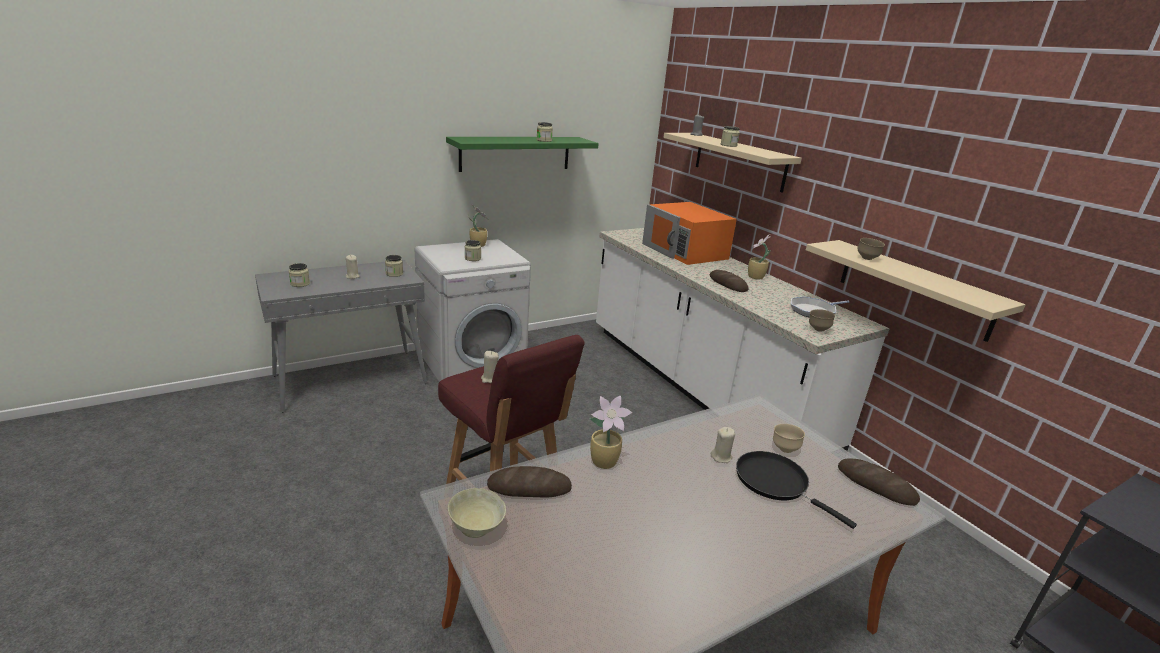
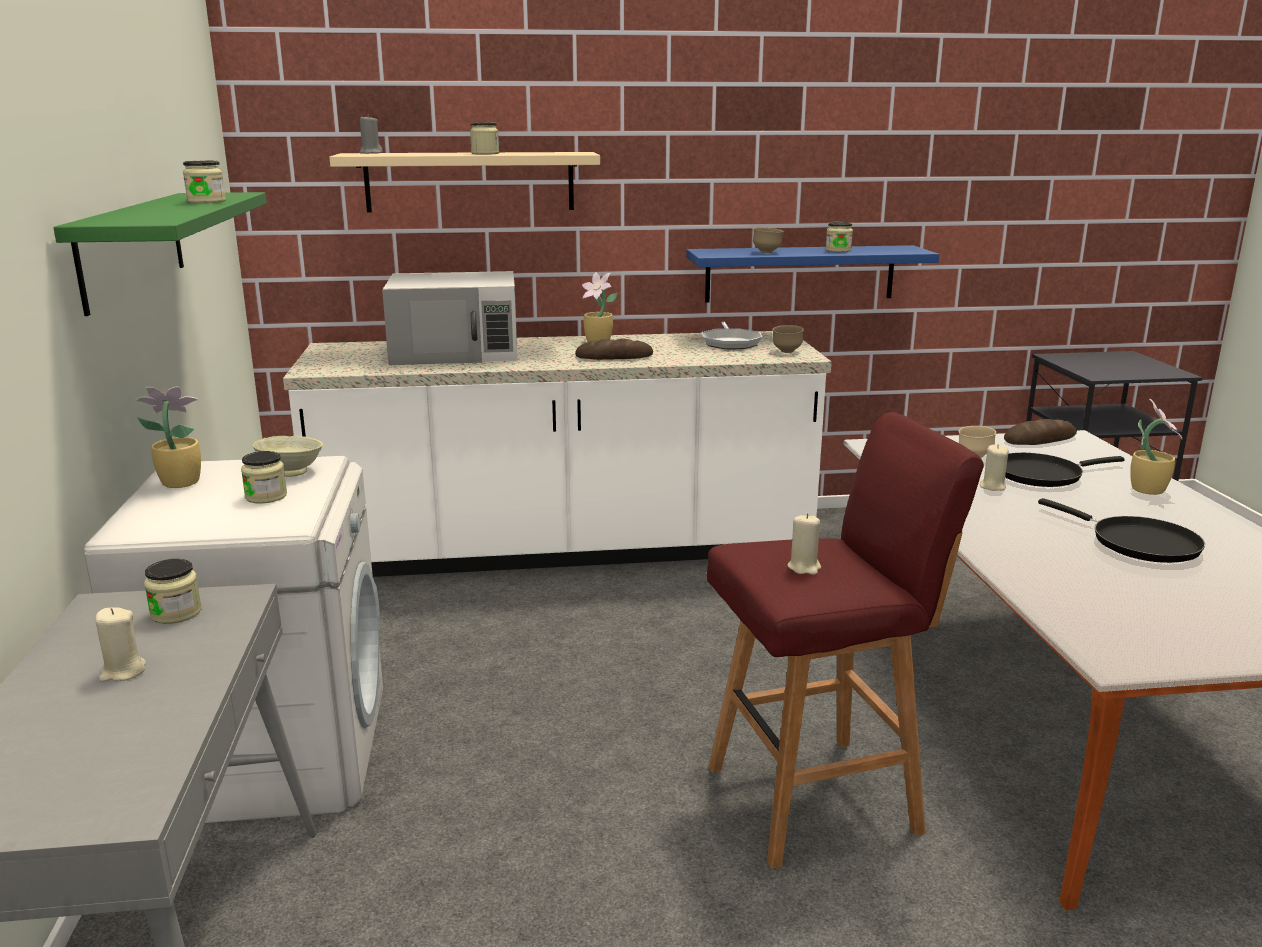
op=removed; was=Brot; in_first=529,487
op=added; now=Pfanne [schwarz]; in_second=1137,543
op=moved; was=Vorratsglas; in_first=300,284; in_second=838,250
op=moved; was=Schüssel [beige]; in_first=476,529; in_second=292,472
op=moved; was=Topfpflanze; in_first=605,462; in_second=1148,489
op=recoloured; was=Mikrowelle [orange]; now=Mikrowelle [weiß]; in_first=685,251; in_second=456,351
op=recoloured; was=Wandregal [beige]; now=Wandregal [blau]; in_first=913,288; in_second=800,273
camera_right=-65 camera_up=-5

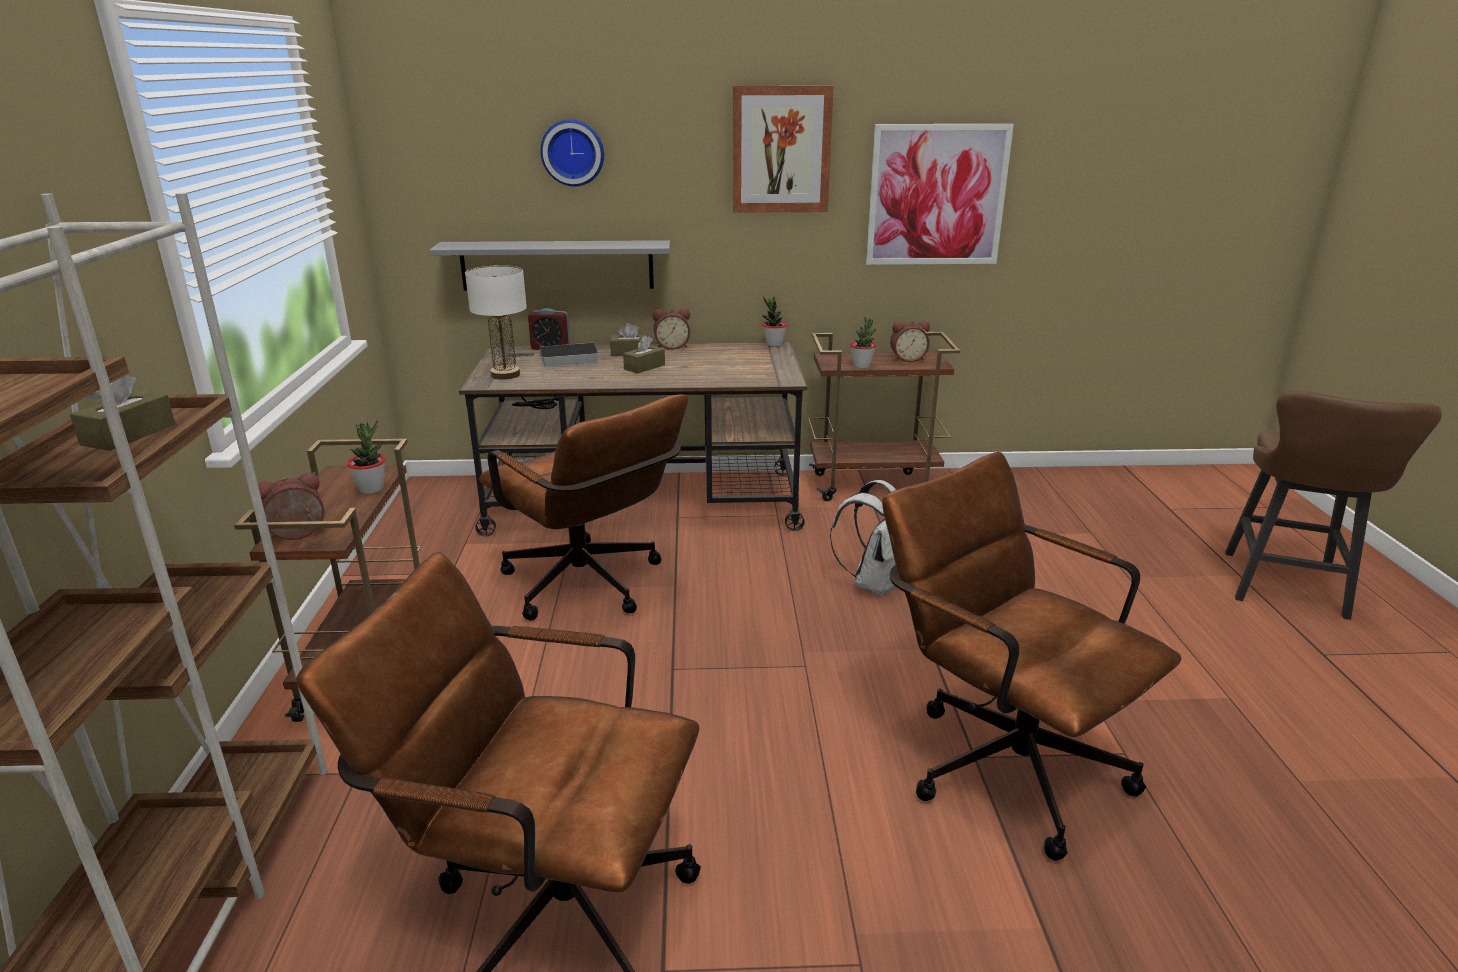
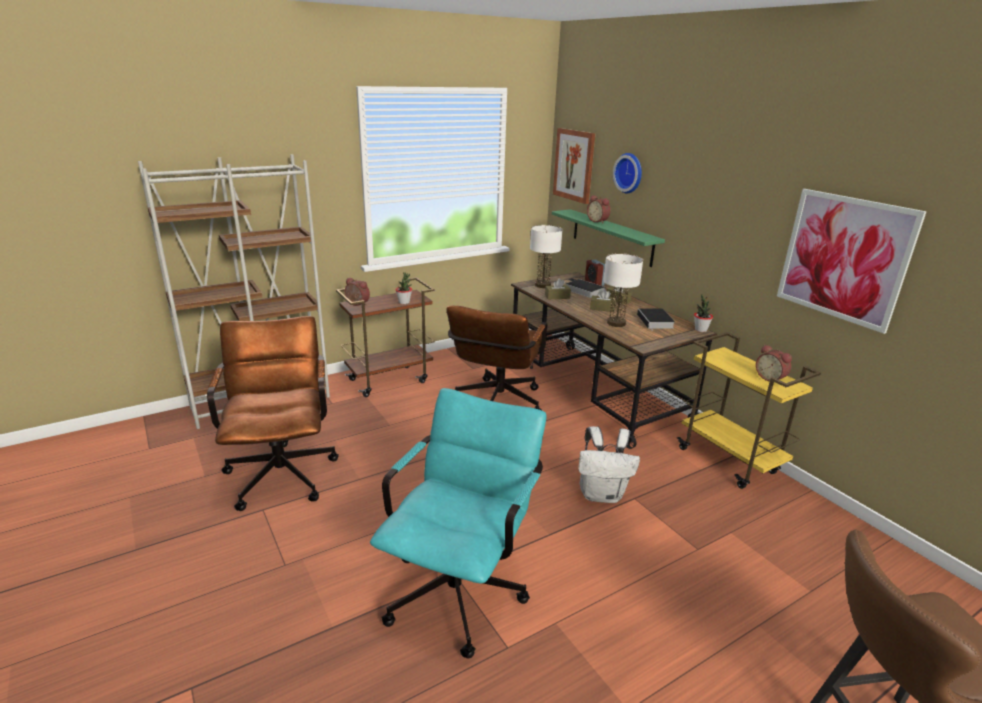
op=removed; was=Topfpflanze; in_first=861,366
op=added; now=Tischlampe; in_second=616,323
op=added; now=Buch; in_second=655,321
op=moved; was=Taschentuchbox [braun]; in_first=129,434; in_second=557,297
op=moved; was=Wecker; in_first=672,346; in_second=598,221
op=moved; was=Bild; in_first=781,150; in_second=574,165
op=recoloured; was=Wandregal [grau]; now=Wandregal [grün]; in_first=557,265; in_second=612,237
op=recoloured; was=Rollwagen [braun]; now=Rollwagen [gelb]; in_first=873,486; in_second=729,463
op=recoloured; was=Bürostuhl [braun]; now=Bürostuhl [türkis]; in_first=1000,758; in_second=461,586
camera_right=60 camera_up=0

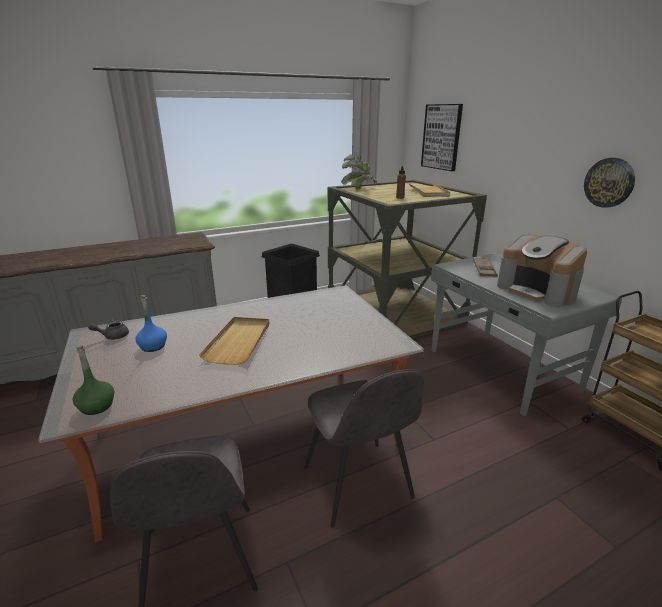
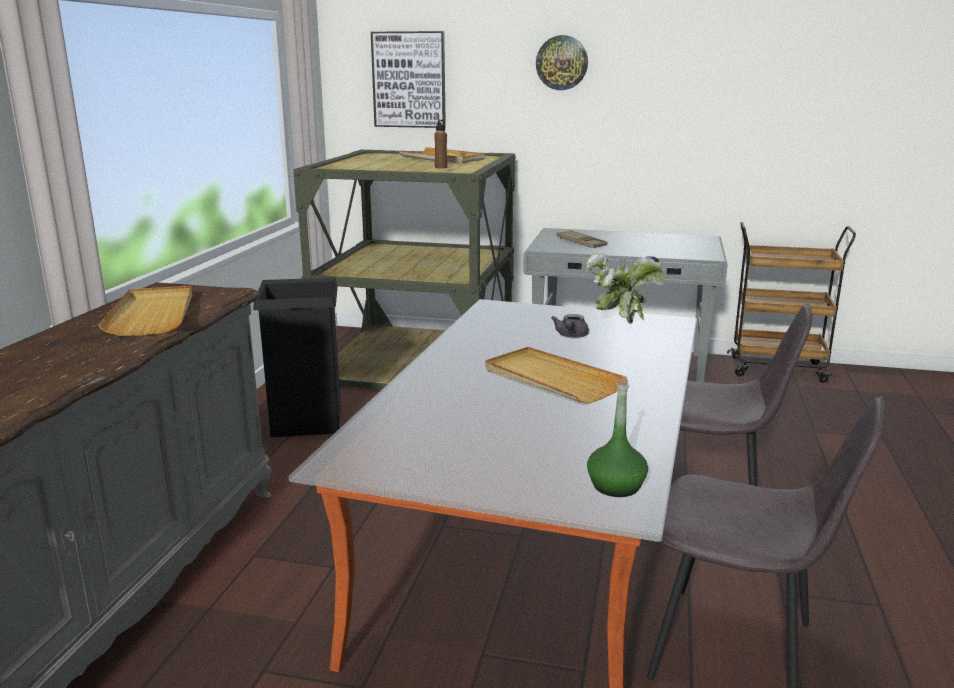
op=removed; was=Flasche [blau]; in_first=153,346
op=removed; was=Kaffeemaschine; in_first=537,291
op=added; now=Tablett [beige]; in_second=153,314
op=moved; was=Teekanne [grau]; in_first=113,336; in_second=571,336
op=moved; was=Topfpflanze; in_first=358,188; in_second=620,320
op=moved; was=Wanduhr; in_first=609,182; in_second=562,63
camera_right=-50 camera_up=-5

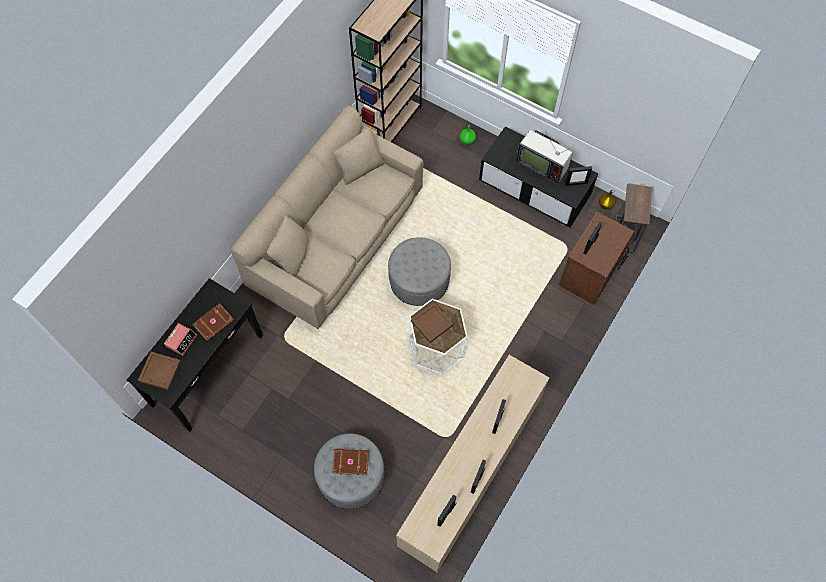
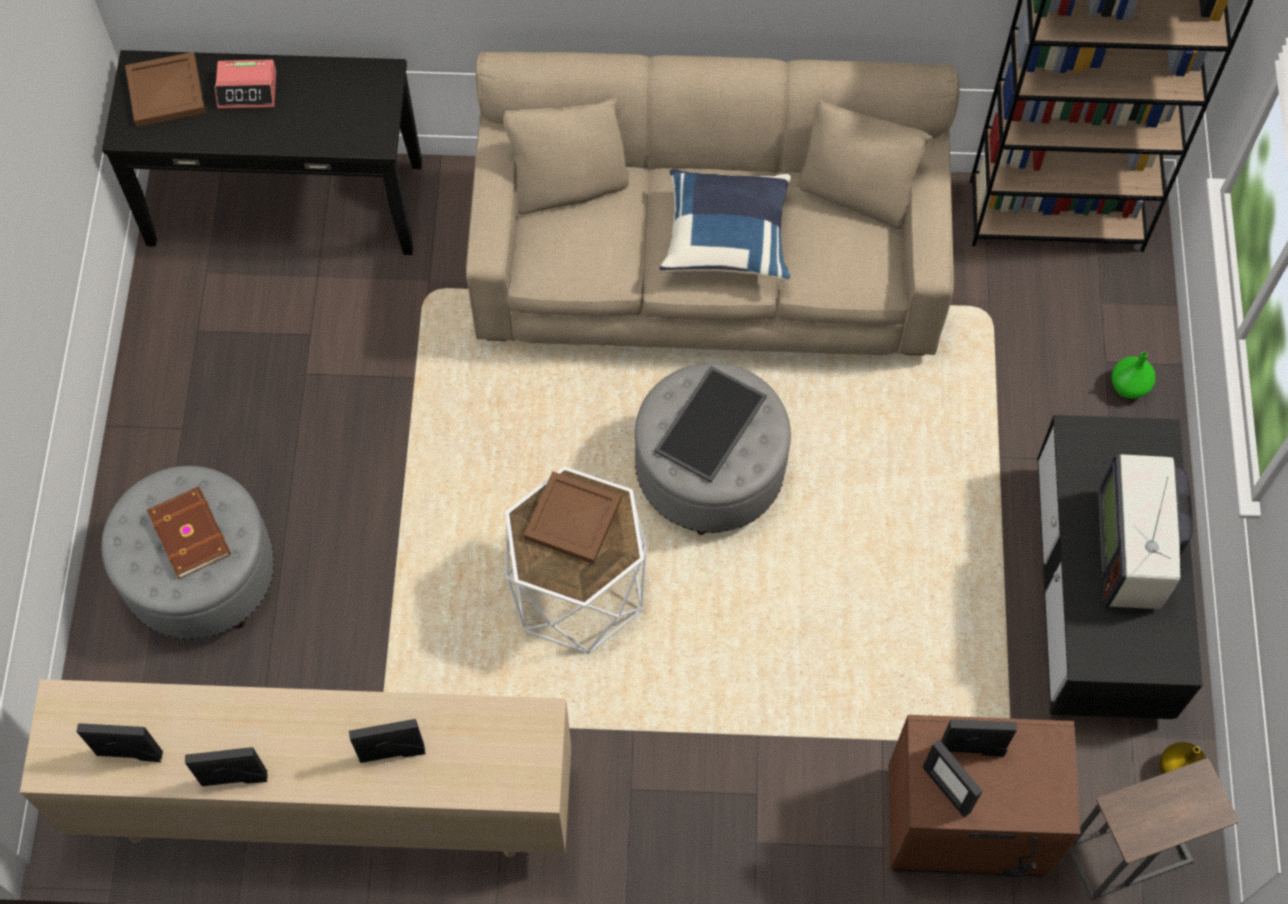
op=removed; was=Buch [braun]; in_first=214,323
op=added; now=Tablett; in_second=710,422
op=added; now=Kissen [blau]; in_second=727,237
op=moved; was=Bilderrahmen; in_first=576,183; in_second=947,789
camera_right=60 camera_up=0

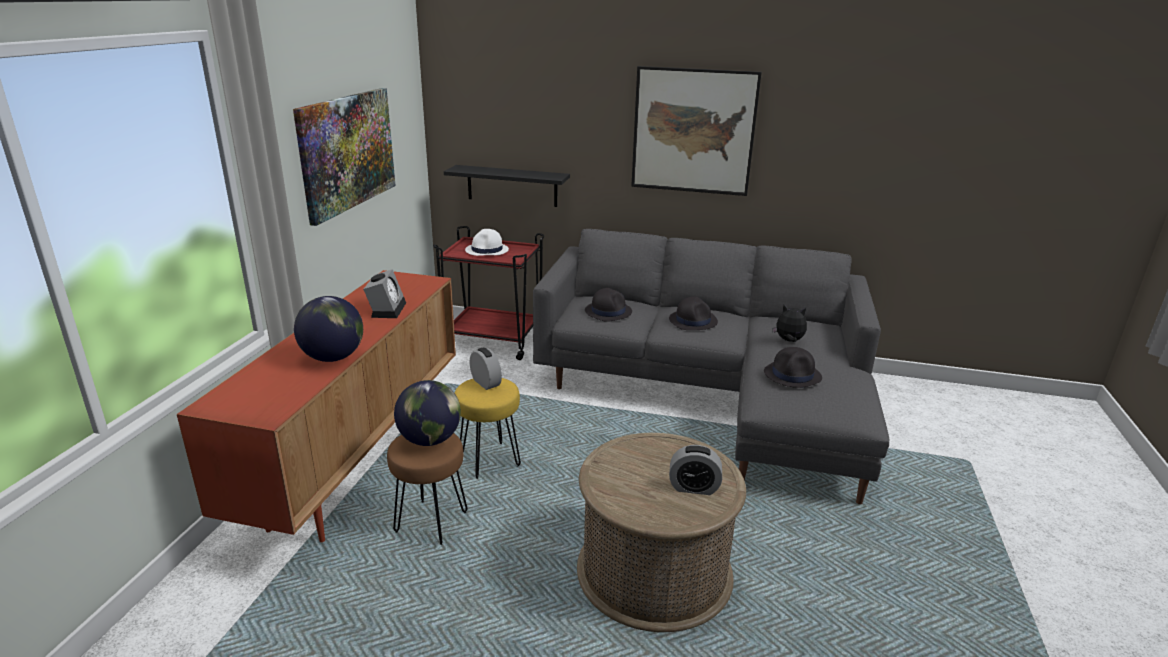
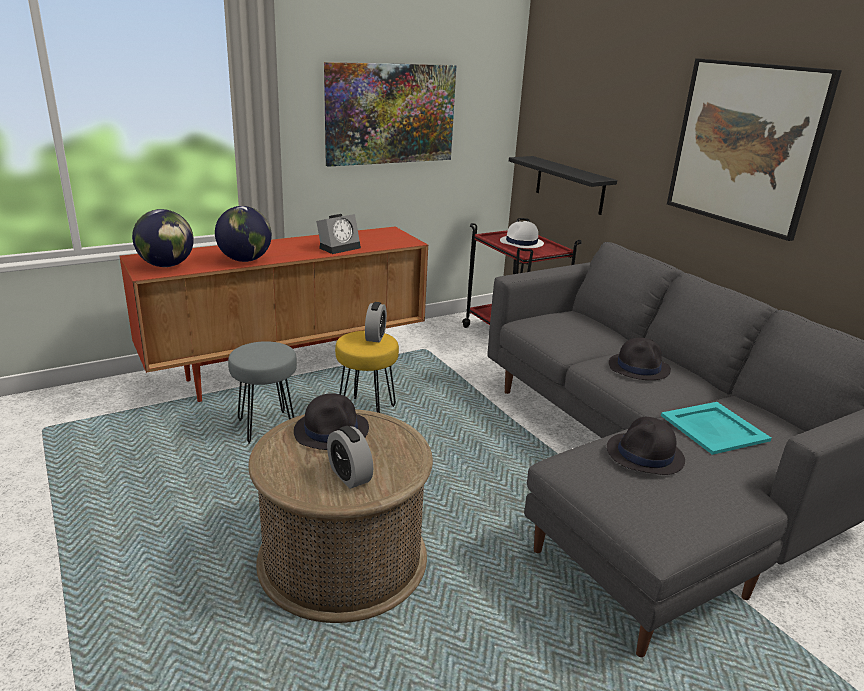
op=moved; was=Globus; in_first=430,440; in_second=166,265
op=moved; was=Hut [schwarz]; in_first=608,311; in_second=332,430
op=replaced; was=Plüschtier; now=Tablett [türkis]; in_first=788,341; in_second=713,427
op=recoloured; was=Hocker [braun]; now=Hocker [grau]; in_first=431,523; in_second=266,428
camera_right=45 camera_up=0

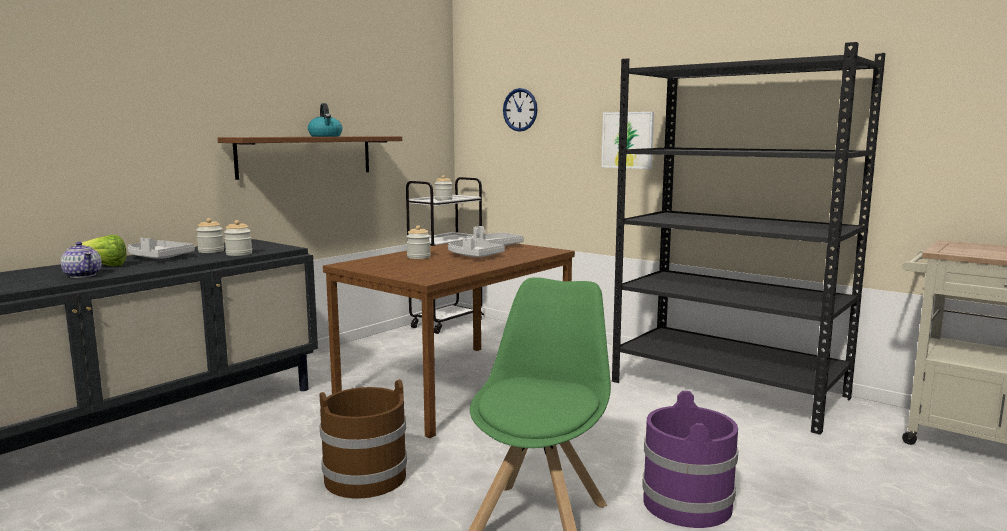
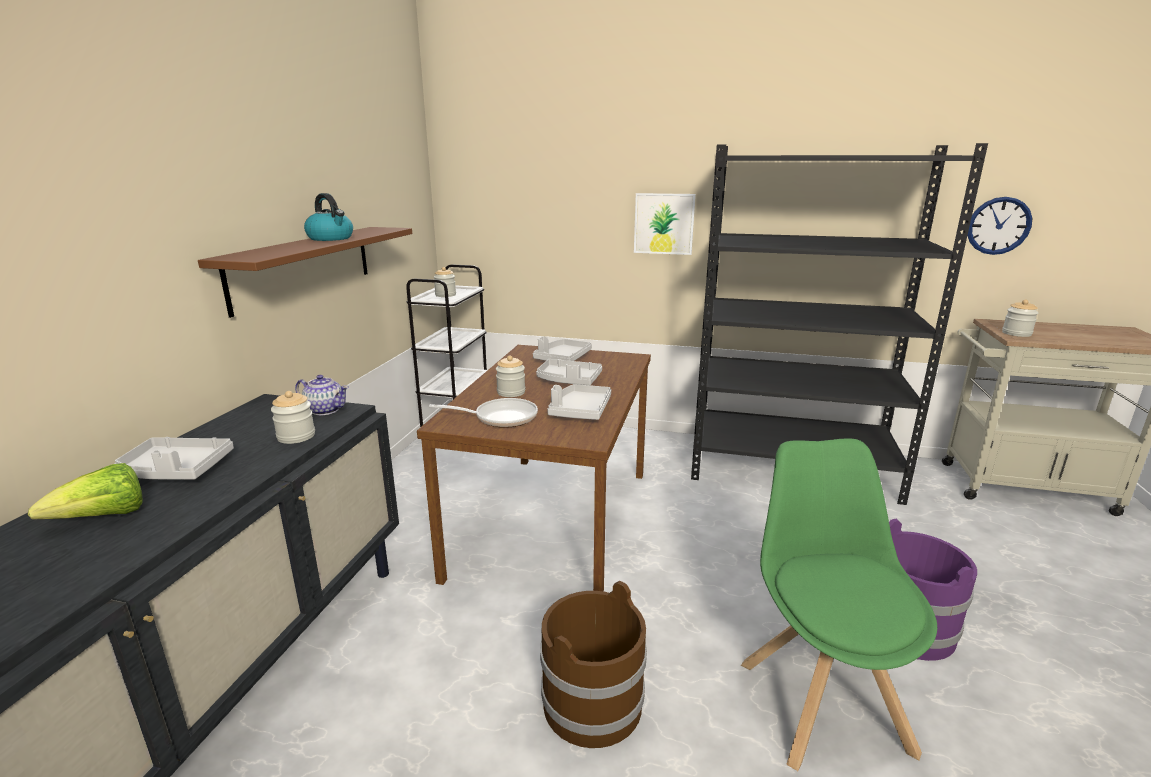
op=added; now=Pfanne; in_second=500,417
op=added; now=Tablett [grau]; in_second=580,411
op=moved; was=Teekanne; in_first=83,275; in_second=325,410
op=moved; was=Vorratsglas; in_first=211,251; in_second=1016,333
op=moved; was=Wanduhr; in_first=520,110; in_second=998,226
camera_right=-25 camera_up=10

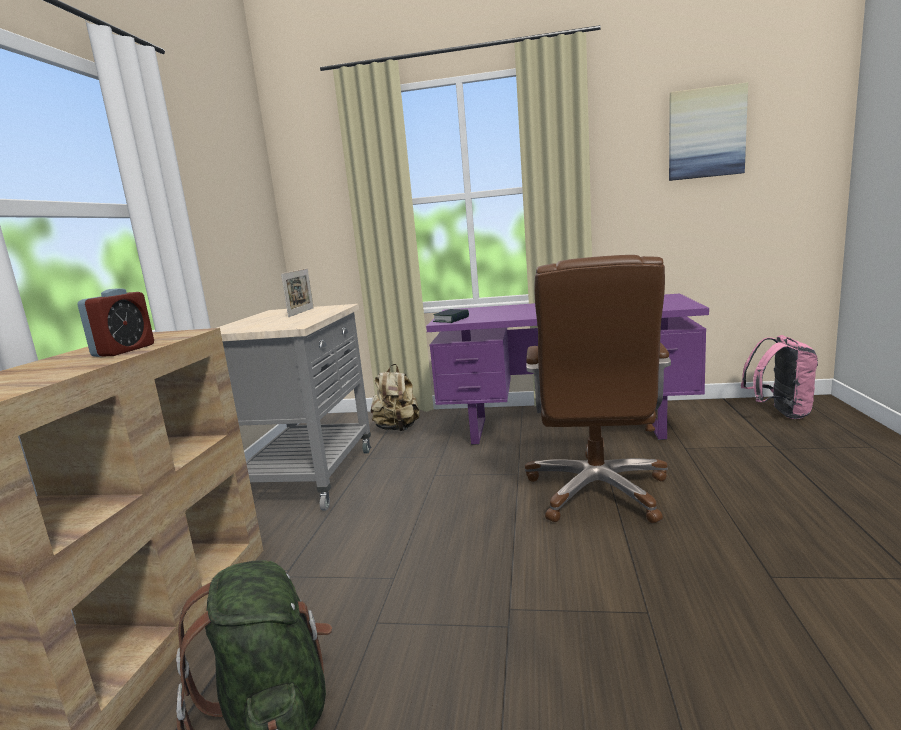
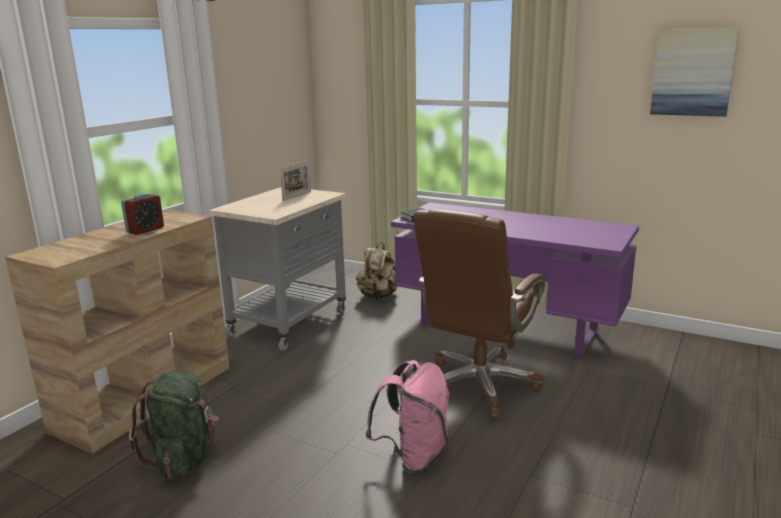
op=moved; was=Rucksack [rosa]; in_first=780,413; in_second=413,456
camera_right=20 camera_up=5

